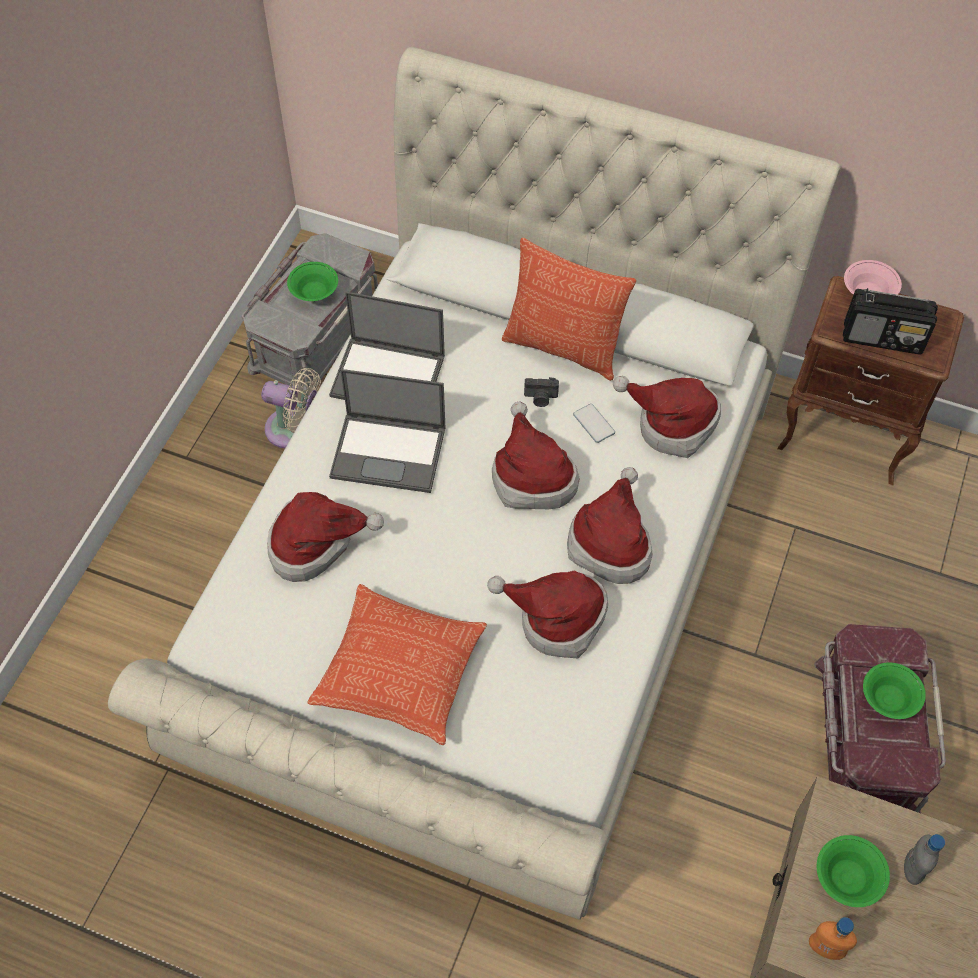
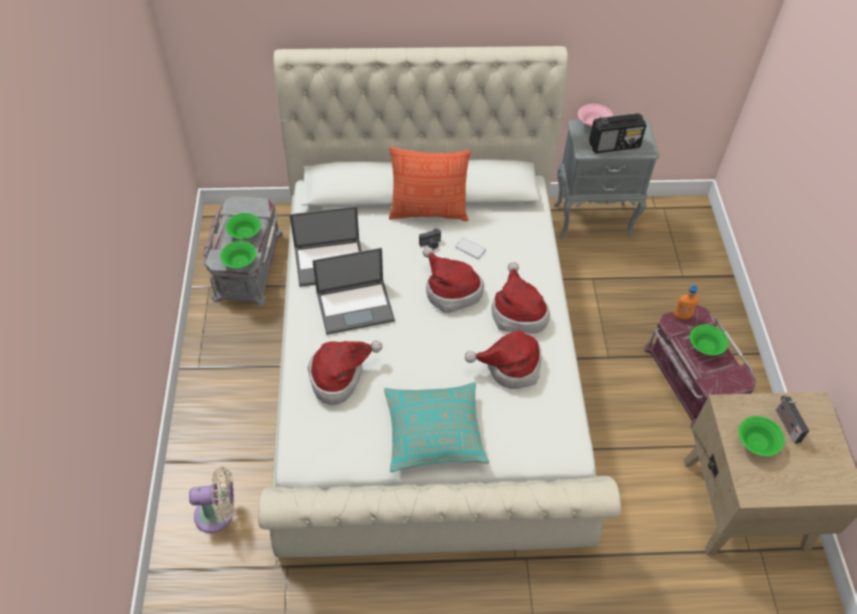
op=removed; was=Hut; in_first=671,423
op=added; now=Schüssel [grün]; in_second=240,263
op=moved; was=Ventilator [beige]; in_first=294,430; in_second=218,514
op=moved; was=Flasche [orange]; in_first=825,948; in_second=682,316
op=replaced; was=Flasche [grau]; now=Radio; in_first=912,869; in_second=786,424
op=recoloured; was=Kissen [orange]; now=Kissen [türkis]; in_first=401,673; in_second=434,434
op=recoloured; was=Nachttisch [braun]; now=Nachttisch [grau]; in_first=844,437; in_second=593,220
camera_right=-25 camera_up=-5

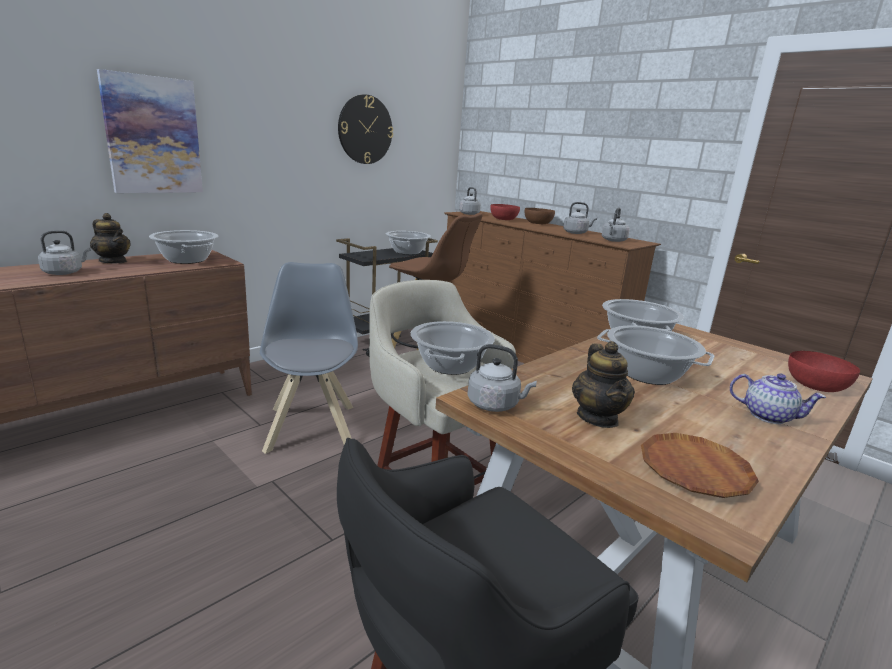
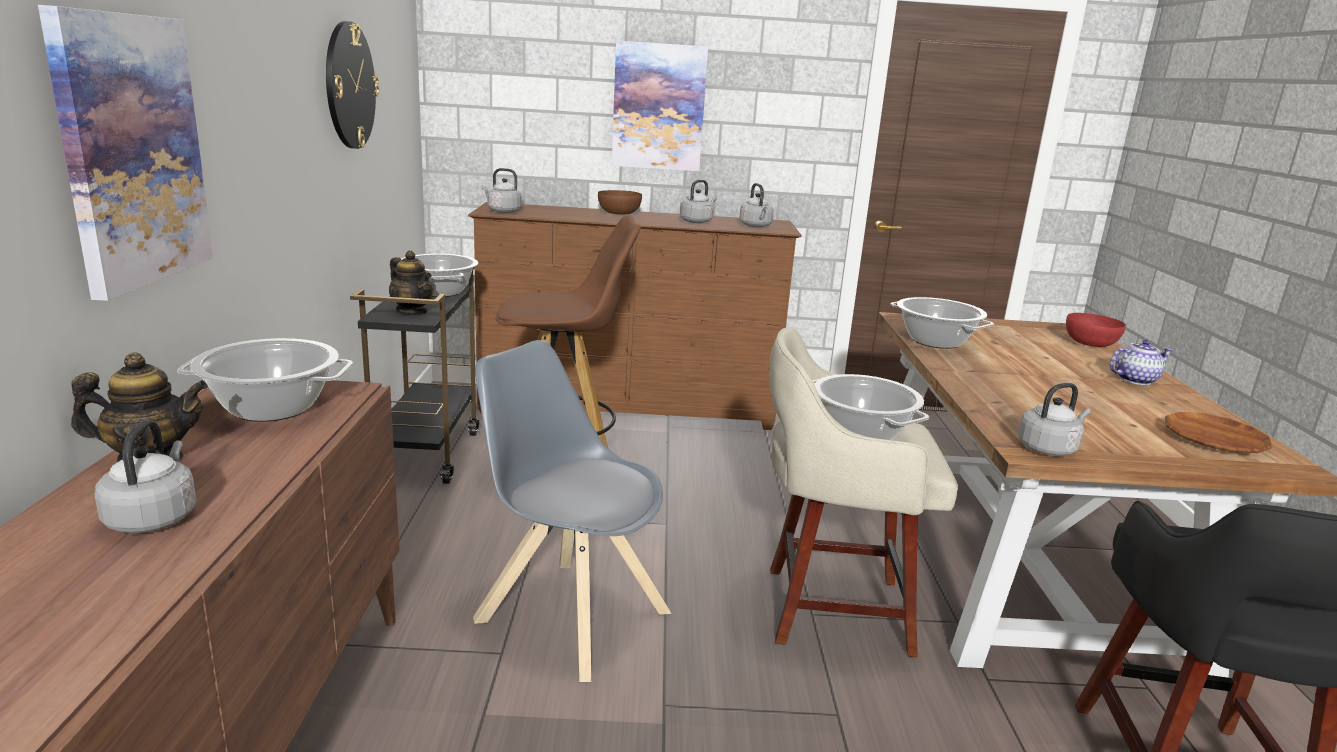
op=removed; was=Schüssel [rot]; in_first=503,219
op=removed; was=Kochtopf; in_first=647,374
op=added; now=Bild; in_second=658,107
op=moved; was=Teekanne; in_first=598,418; in_second=412,312
camera_right=-45 camera_up=0

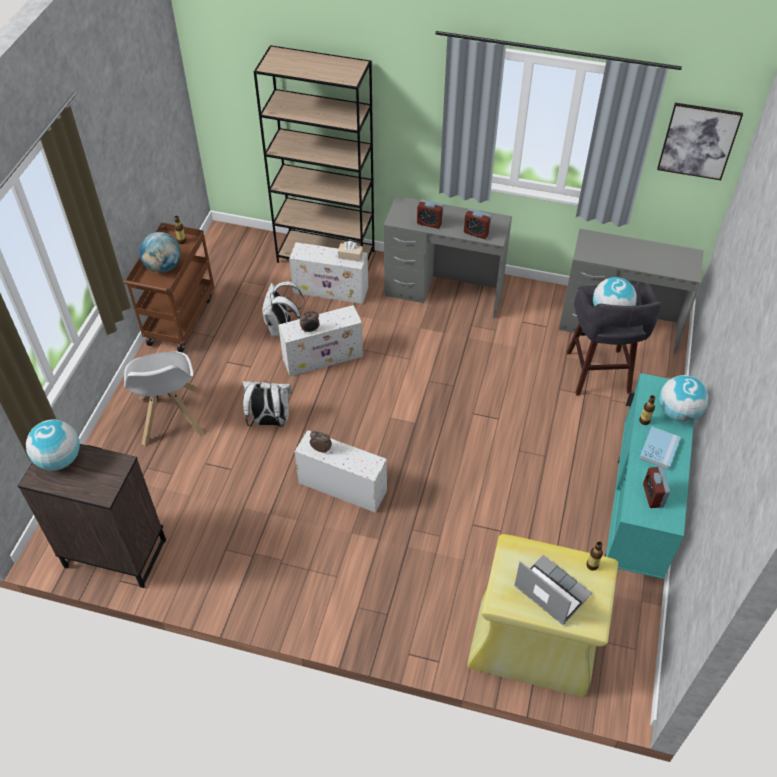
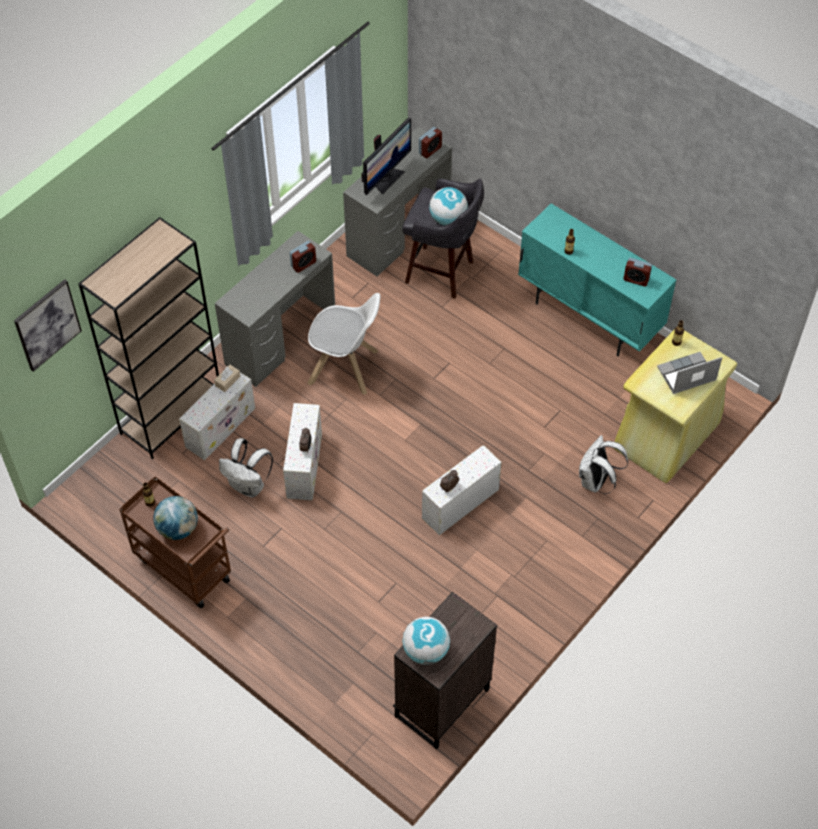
op=removed; was=Buch [blau]; in_first=659,449
op=removed; was=Globus; in_first=678,412
op=added; now=Monitor; in_second=386,179
op=moved; was=Stuhl; in_first=170,418; in_second=345,368
op=moved; was=Rucksack [weiß]; in_first=269,421; in_second=596,482
op=moved; was=Wecker; in_first=429,223; in_second=430,150
op=moved; was=Bild; in_first=698,141; in_second=47,324
camera_right=-65 camera_up=5

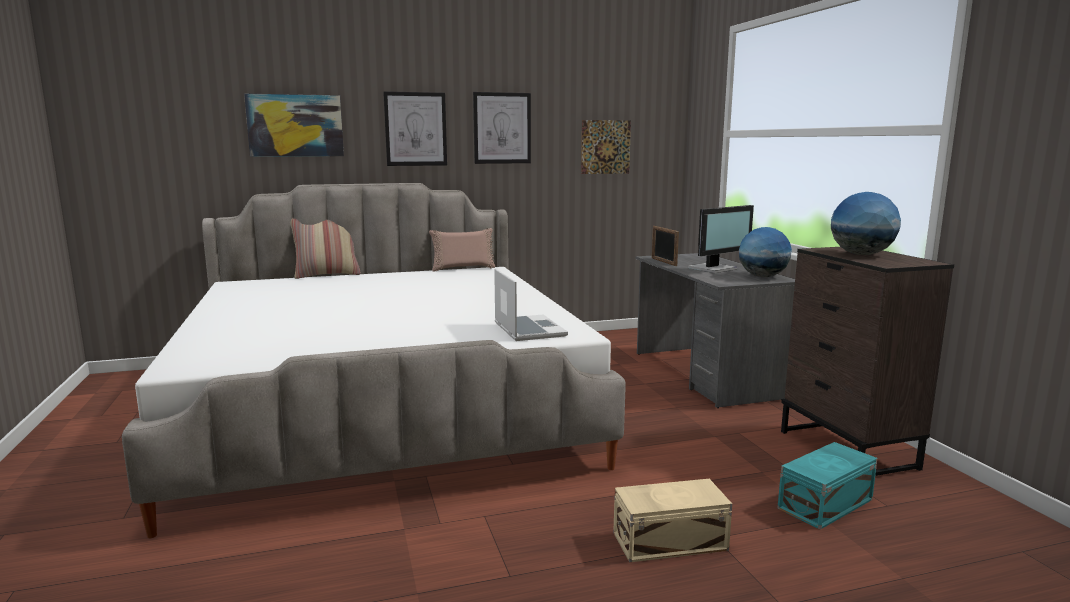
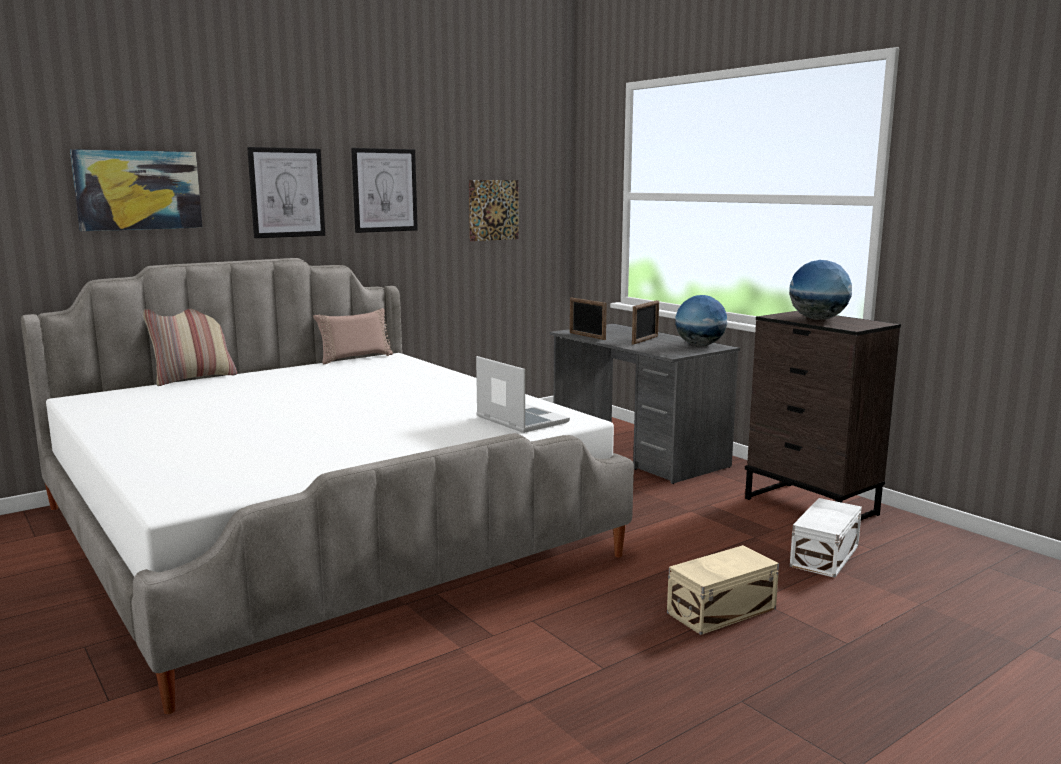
op=replaced; was=Monitor; now=Bilderrahmen; in_first=714,268; in_second=645,340
op=recoloured; was=Aufbewahrungsbox [türkis]; now=Aufbewahrungsbox [weiß]; in_first=827,504; in_second=826,556
camera_right=-20 camera_up=0

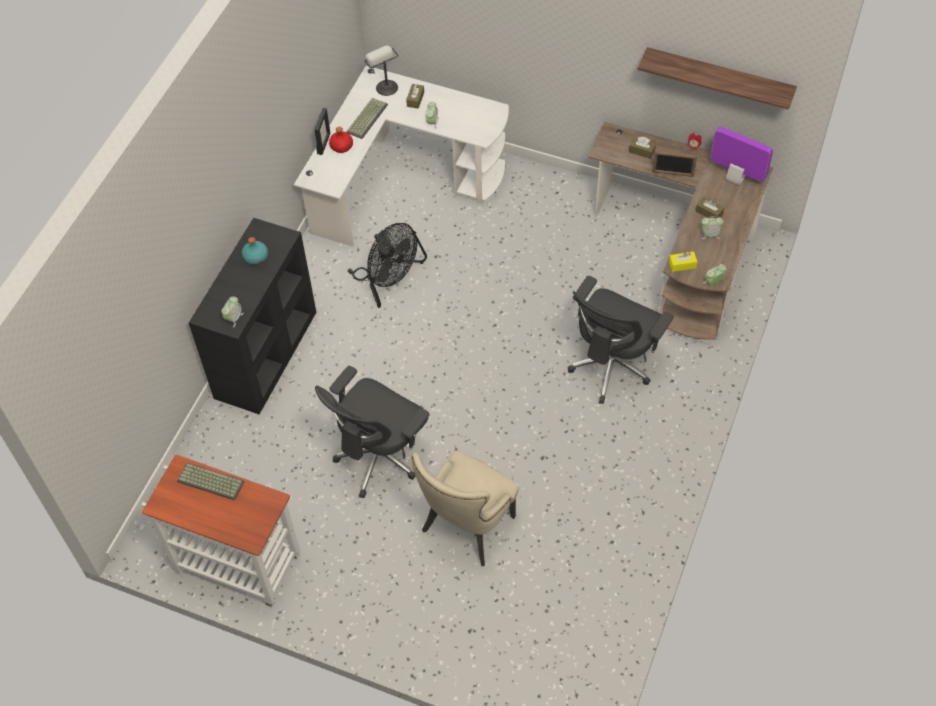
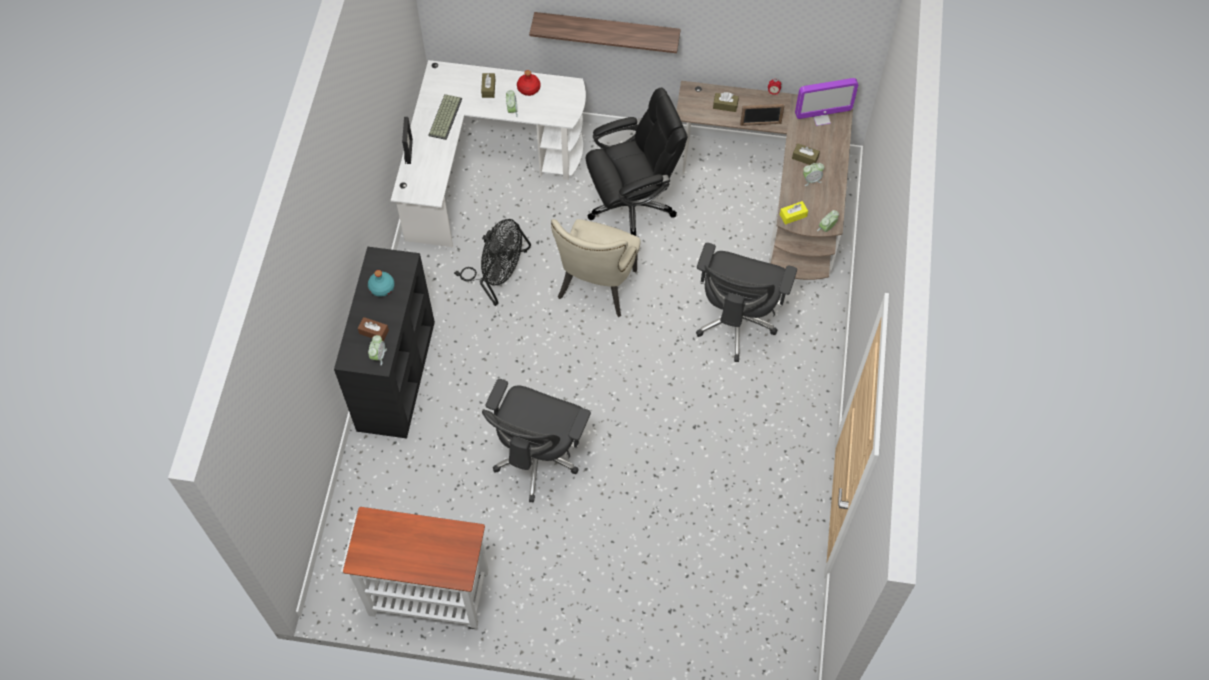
op=removed; was=Tastatur; in_first=209,482
op=removed; was=Tischlampe; in_first=384,85
op=added; now=Taschentuchbox [braun]; in_second=374,332
op=added; now=Bürostuhl [schwarz]; in_second=631,206
op=moved; was=Flasche [rot]; in_first=342,146; in_second=529,88
op=moved; was=Stuhl [beige]; in_first=467,526; in_second=597,286
op=moved; was=Wandregal; in_first=718,78; in_second=607,30
op=turned; was=Monitor; in_first=735,178; in_second=821,118; clockwise=150
camera_right=-15 camera_up=5

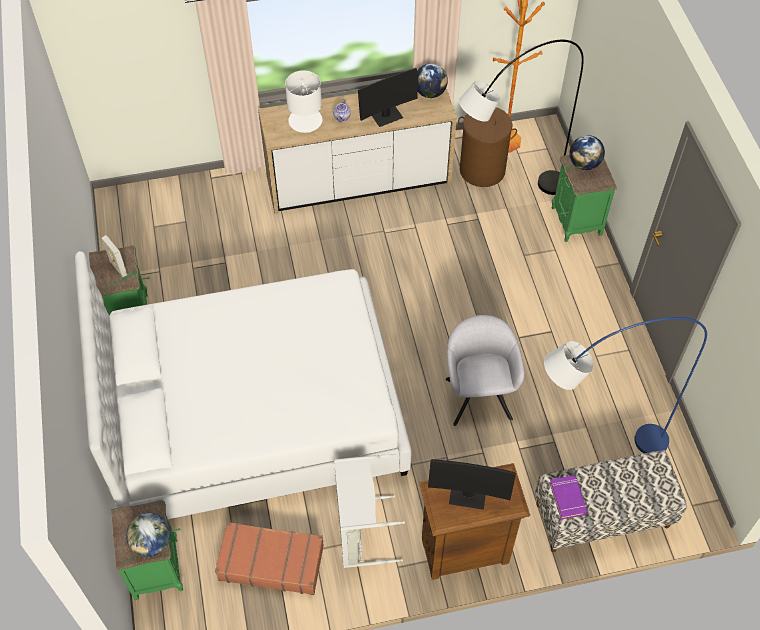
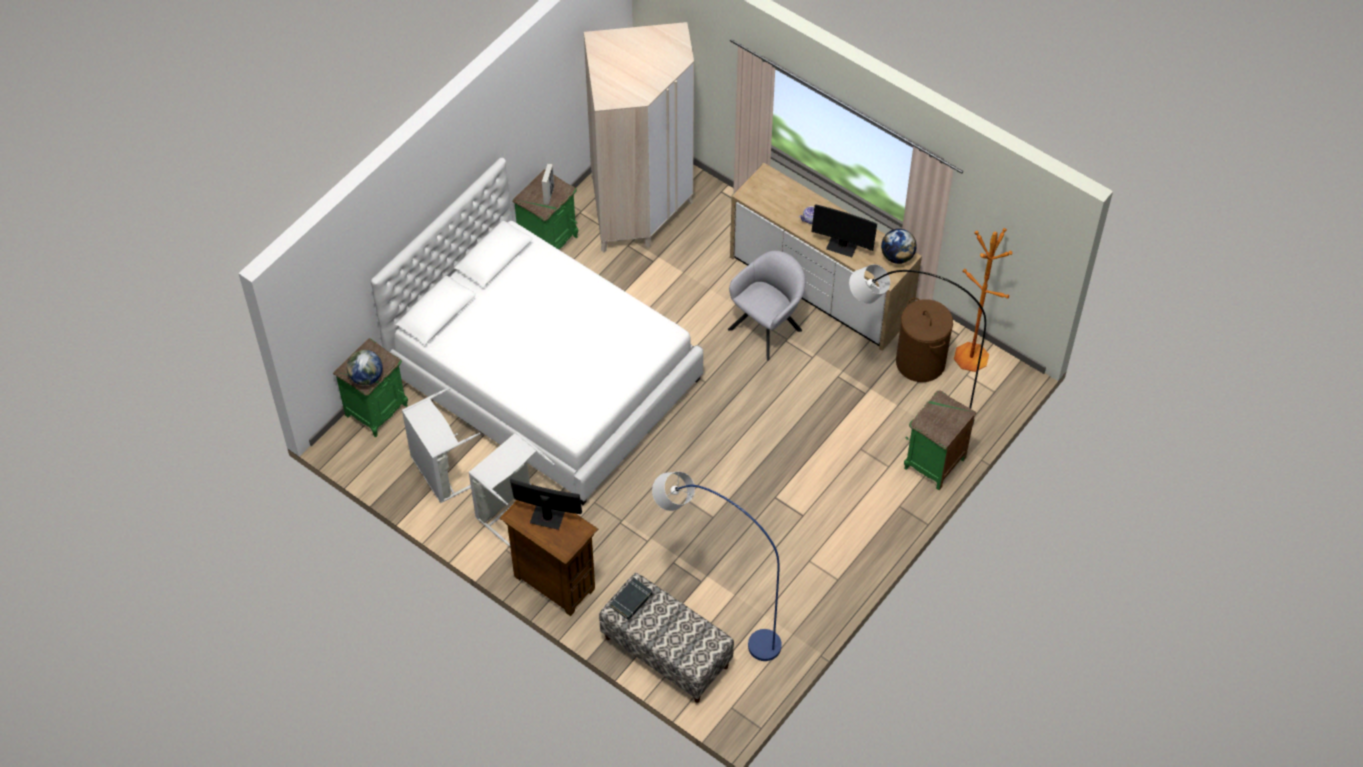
op=removed; was=Tischlampe [weiß]; in_first=306,120
op=removed; was=Globus; in_first=584,164
op=added; now=Kleiderschrank [beige]; in_second=639,205
op=moved; was=Sessel [grau]; in_first=478,394; in_second=768,327
op=replaced; was=Koffer [braun]; now=Wäschekorb [grau]; in_first=271,562; in_second=441,472
op=recoloured; was=Buch [lila]; now=Buch [schwarz]; in_first=567,498; in_second=631,600
op=turned; was=Monitor; in_first=468,494; in_second=547,517; clockwise=135
camera_right=50 camera_up=0

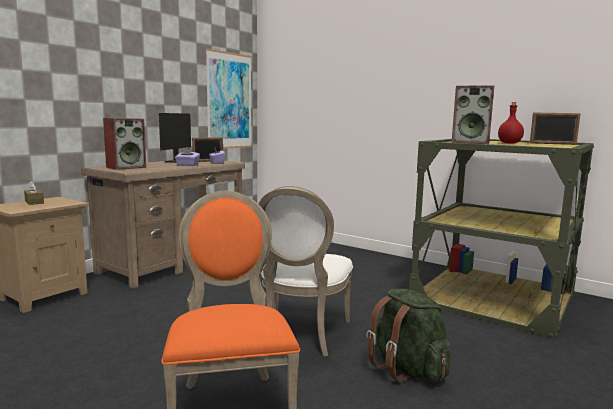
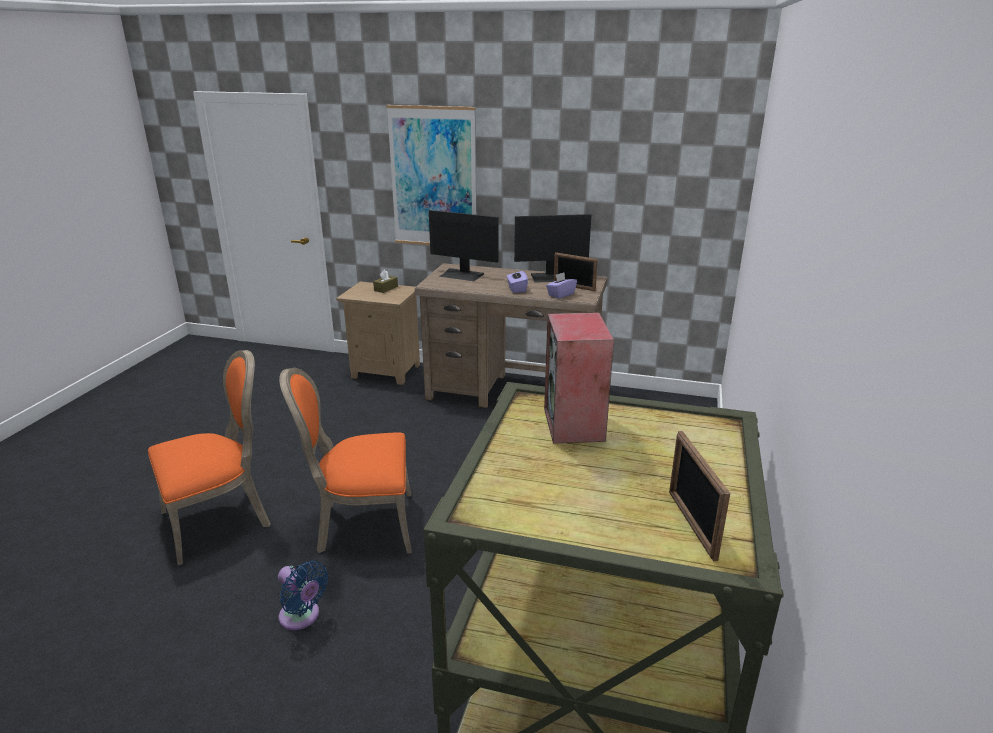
op=removed; was=Flasche [rot]; in_first=509,143
op=moved; was=Bild; in_first=229,101; in_second=433,178
op=replaced; was=Lautsprecher; now=Monitor; in_first=126,167; in_second=462,275
op=replaced; was=Rucksack [grün]; now=Ventilator [blau]; in_first=407,369; in_second=302,617
op=recoloured; was=Stuhl [weiß]; now=Stuhl [orange]; in_first=301,334; in_second=362,525
camera_right=70 camera_up=15

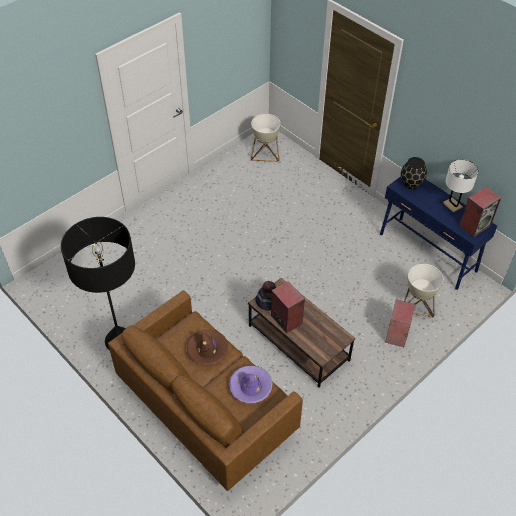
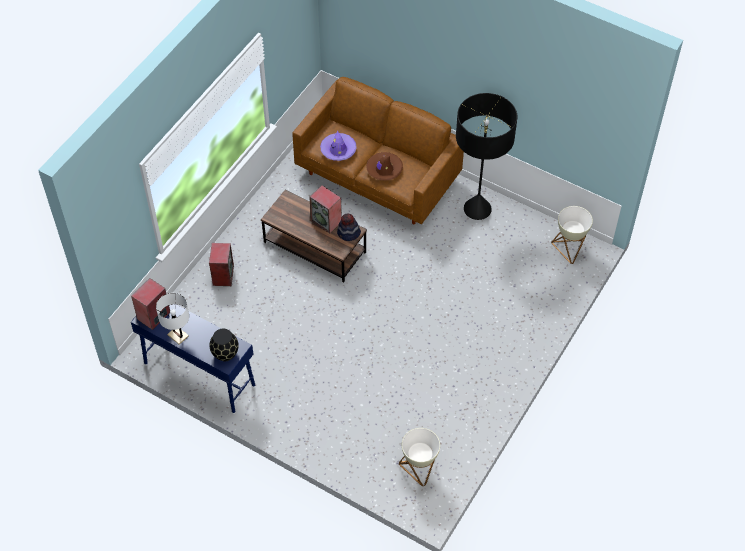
op=moved; was=Pflanzkübel; in_first=416,307; in_second=569,249
camera_right=165 camera_up=5

